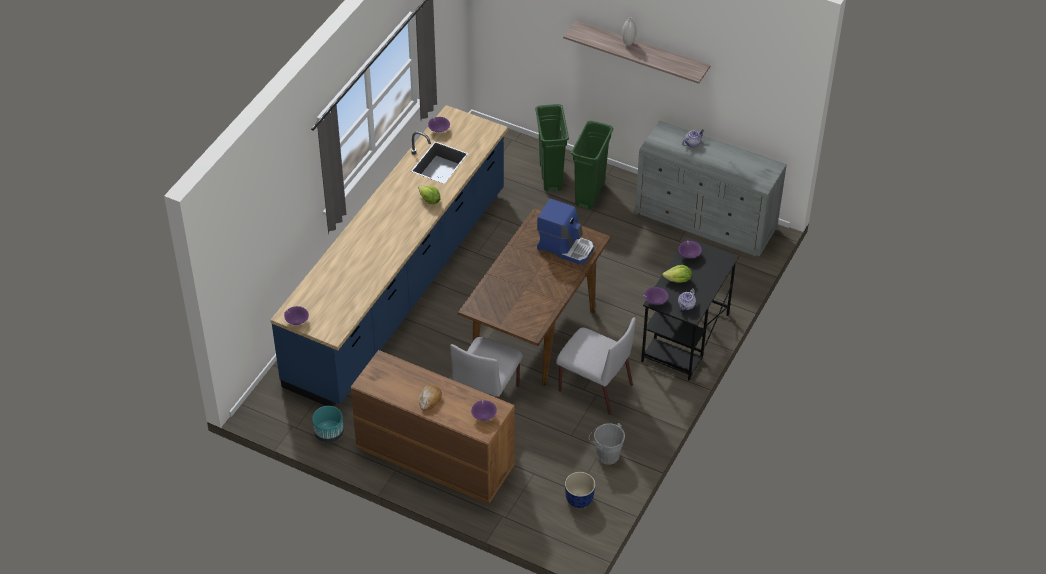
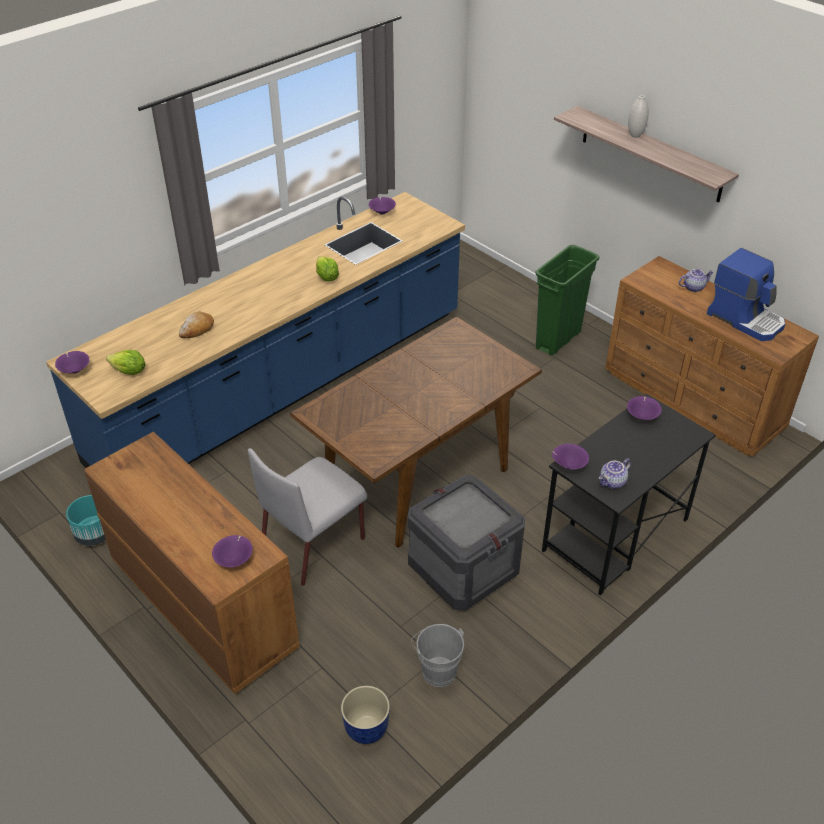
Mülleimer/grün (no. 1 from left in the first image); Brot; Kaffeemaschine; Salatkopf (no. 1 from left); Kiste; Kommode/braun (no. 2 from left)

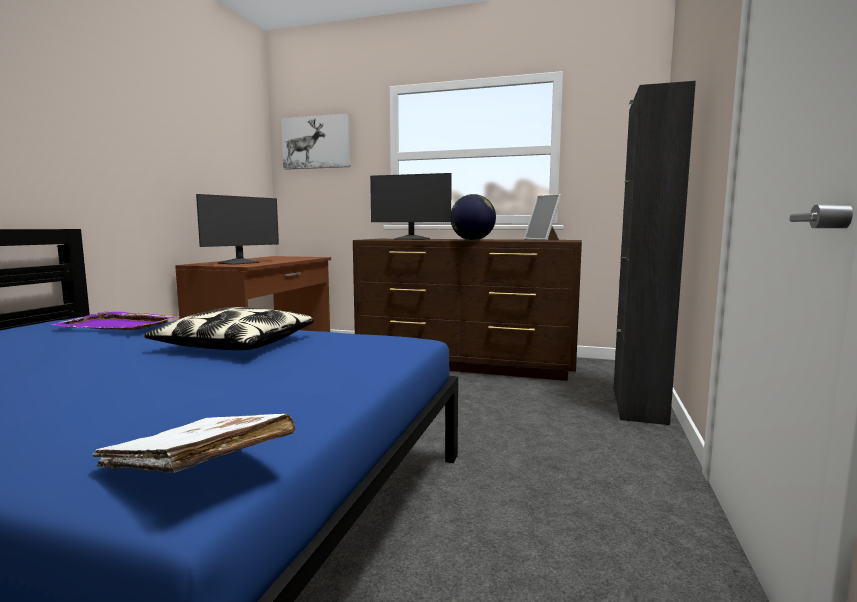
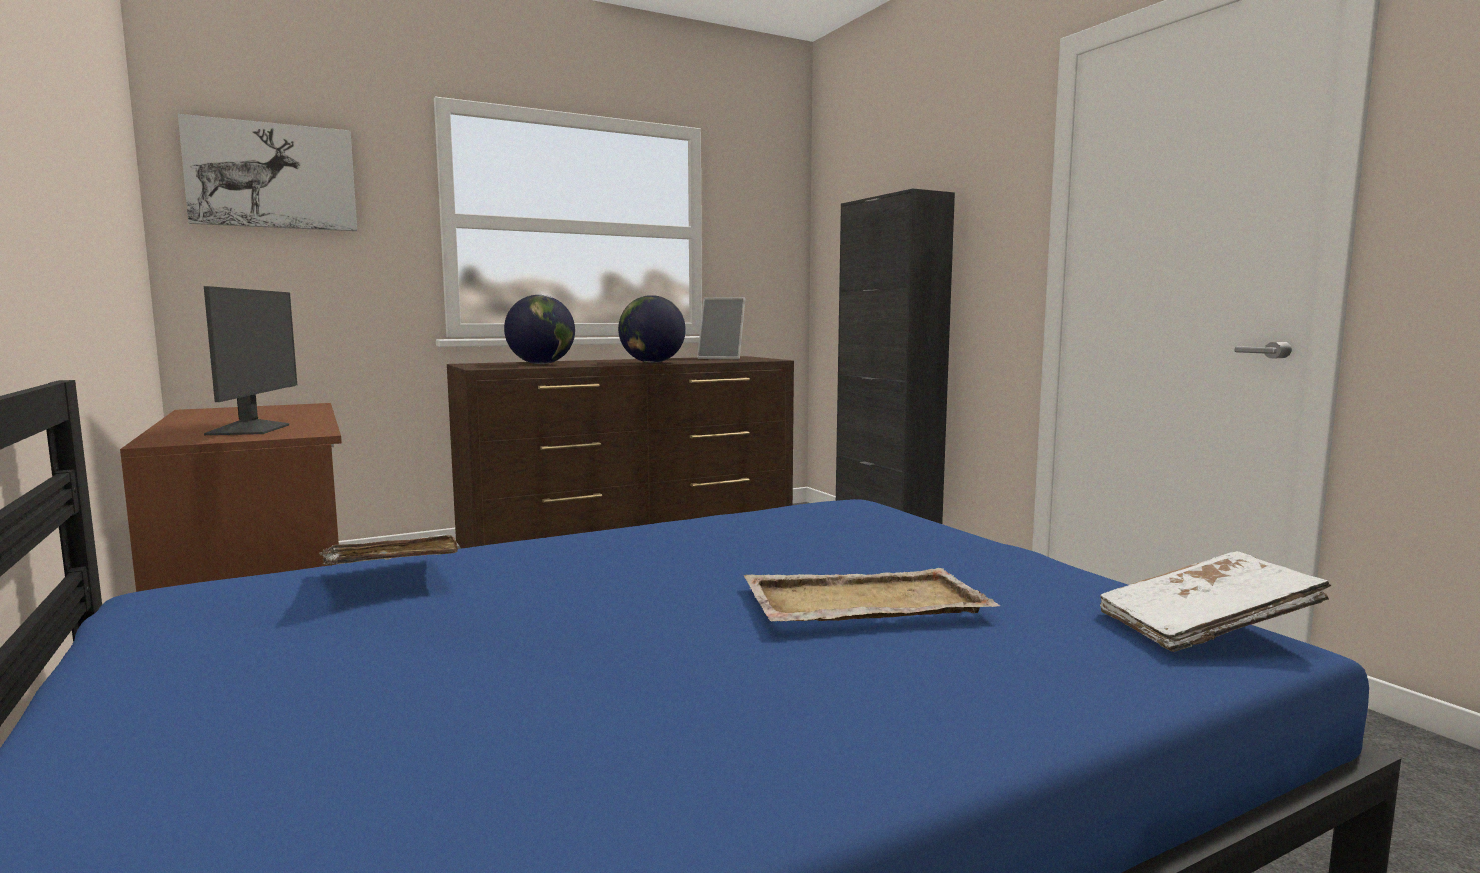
Kissen; Tablett/beige; Buch/weiß (no. 1 from left); Globus (no. 1 from left)

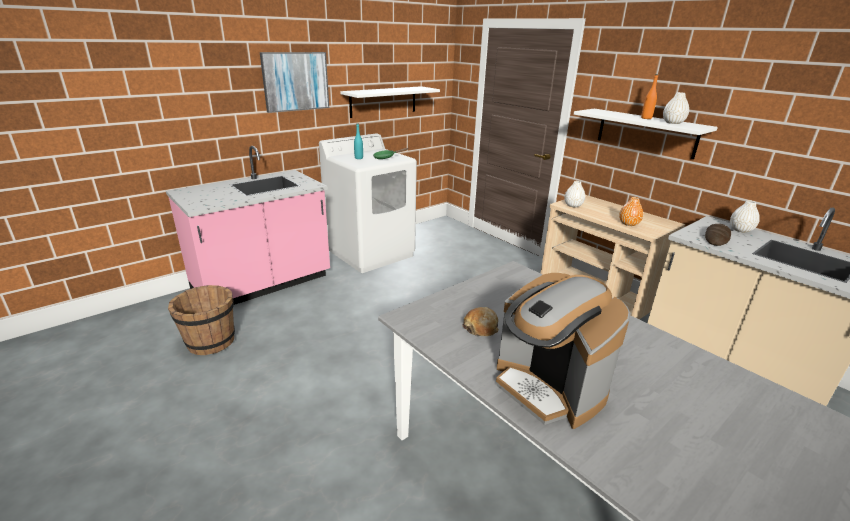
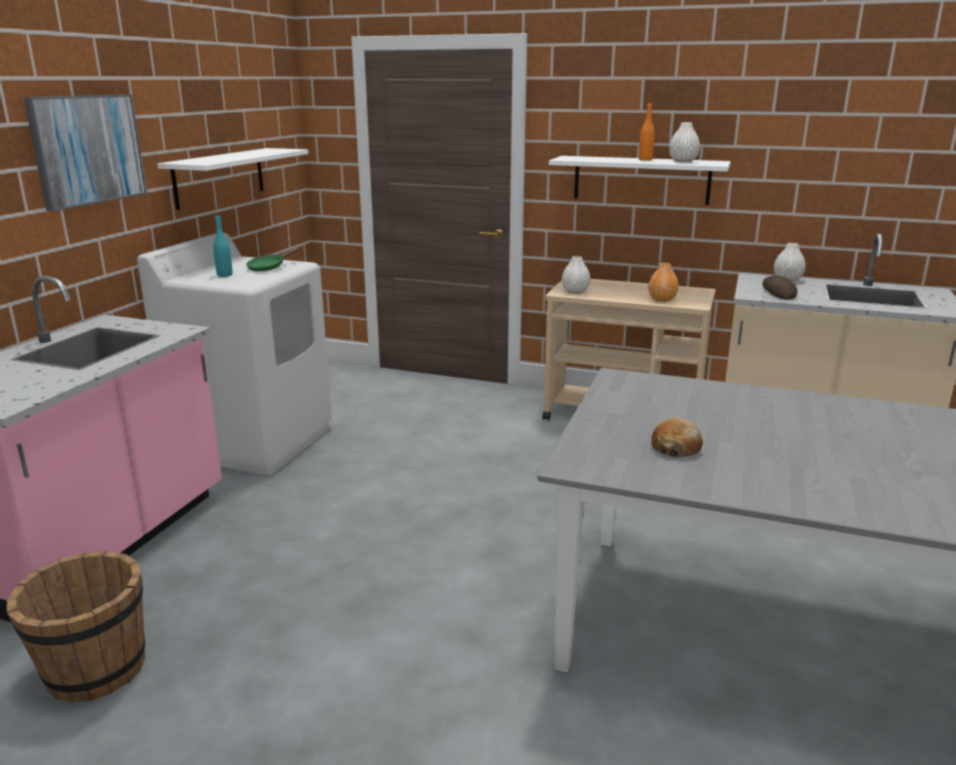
Kaffeemaschine

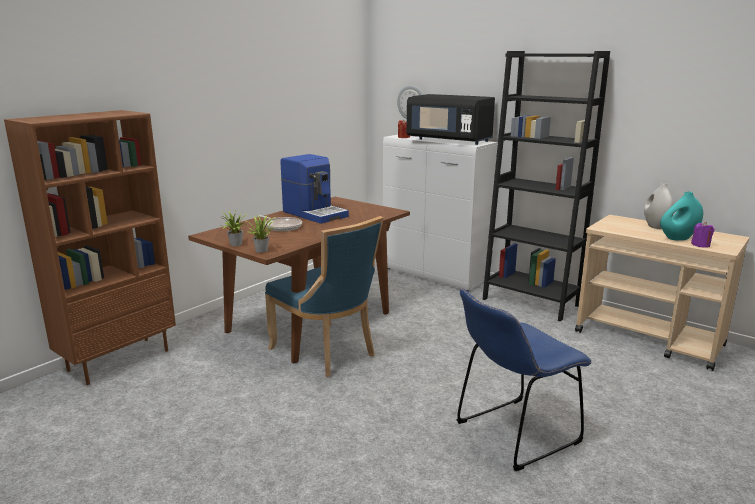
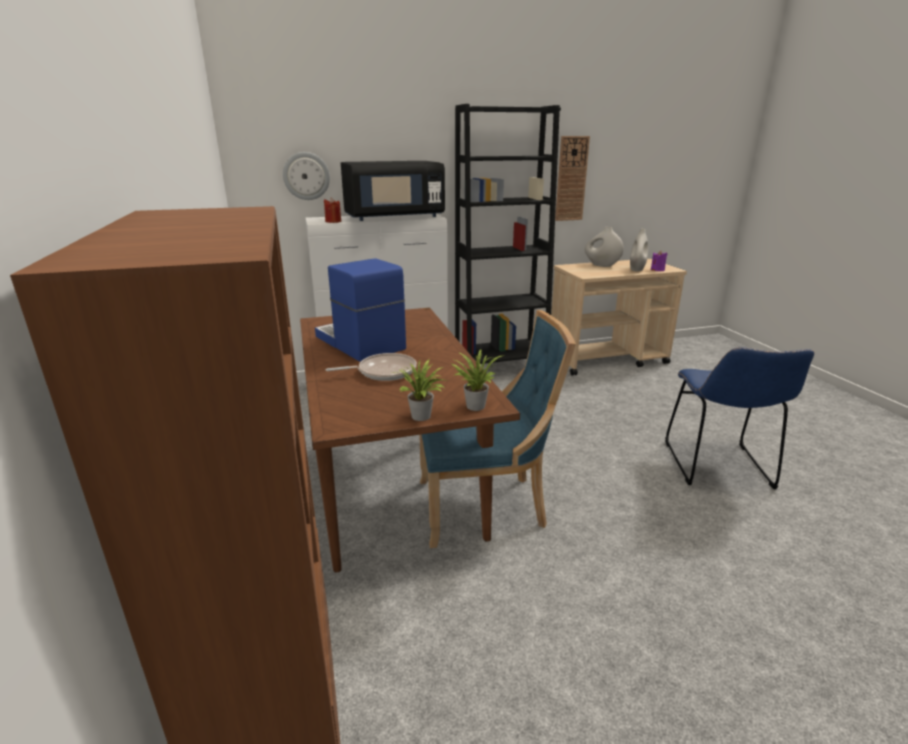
Wanduhr (no. 2 from left); Vase/weiß (no. 2 from left); Kaffeemaschine

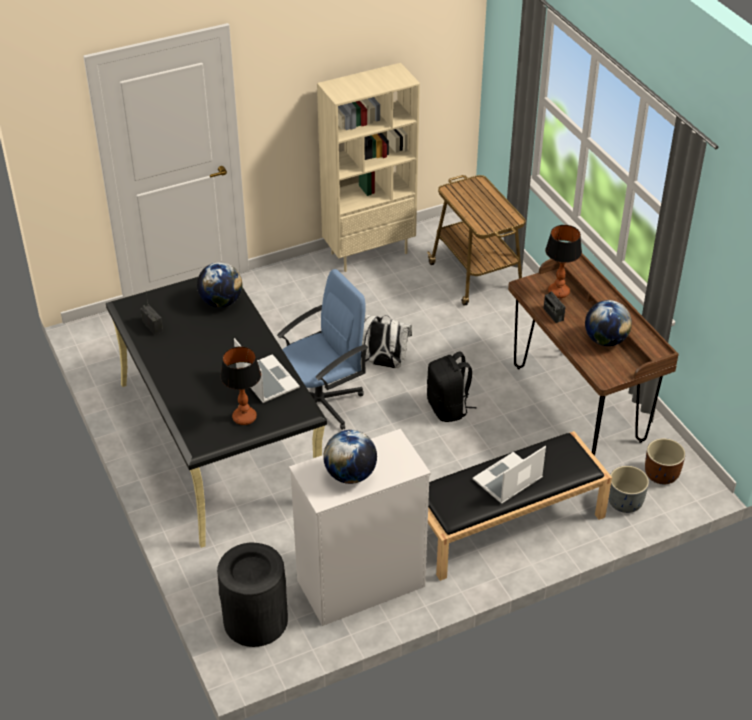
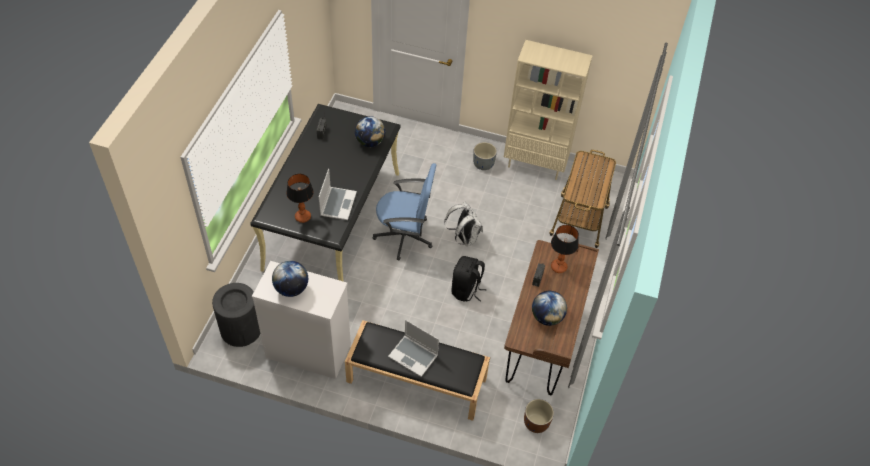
Pflanzkübel/grau; Laptop (no. 2 from left)

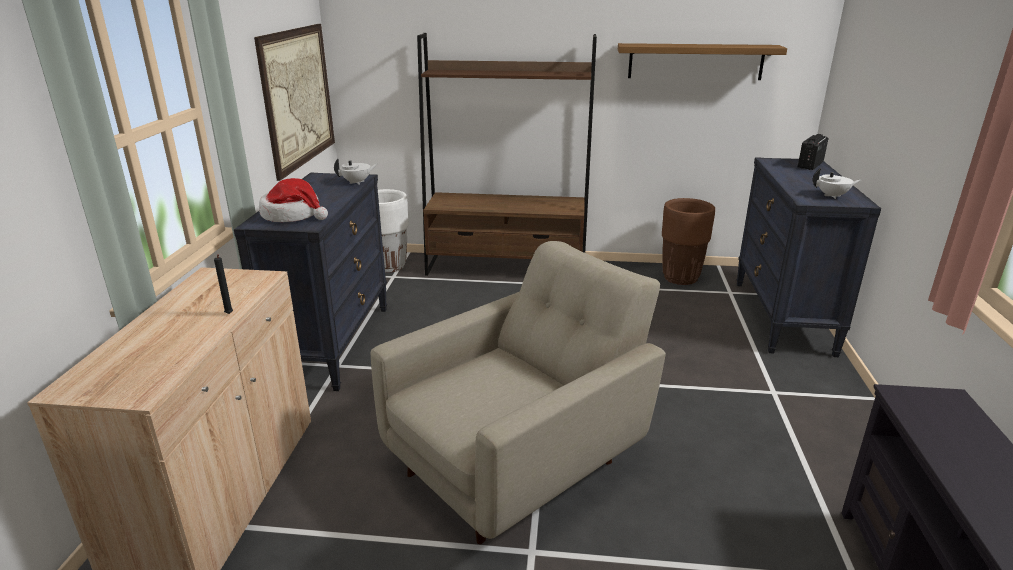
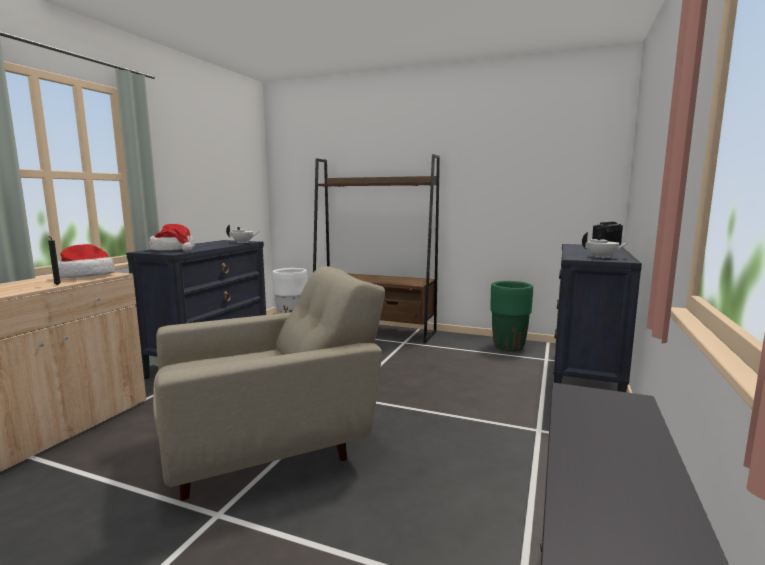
Bild; Wandregal; Hut (no. 1 from left); Pflanzkübel/grün

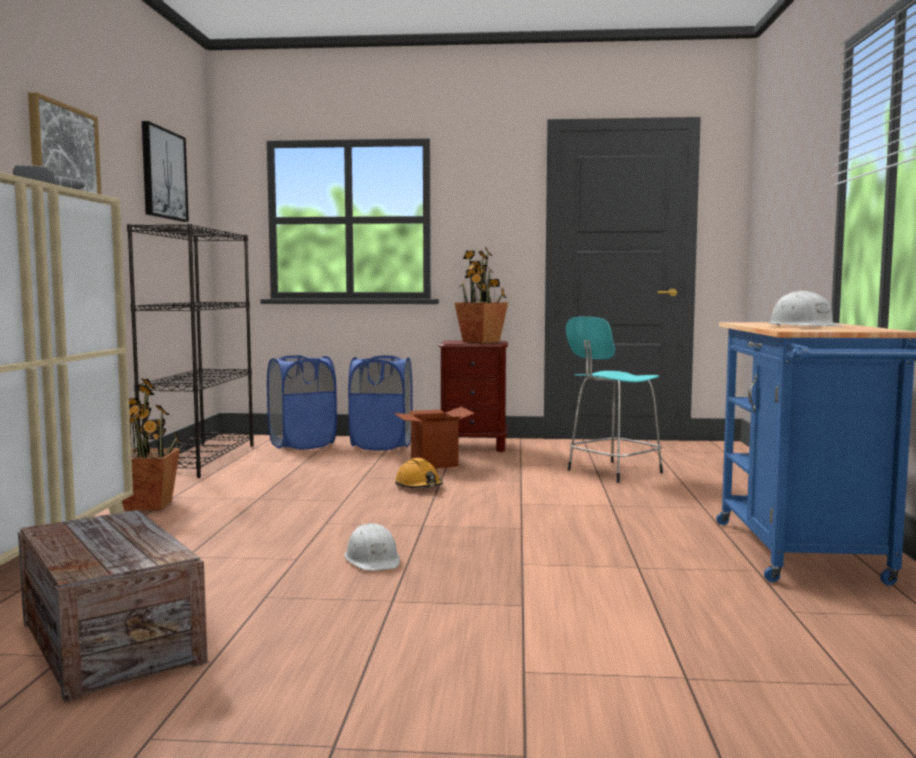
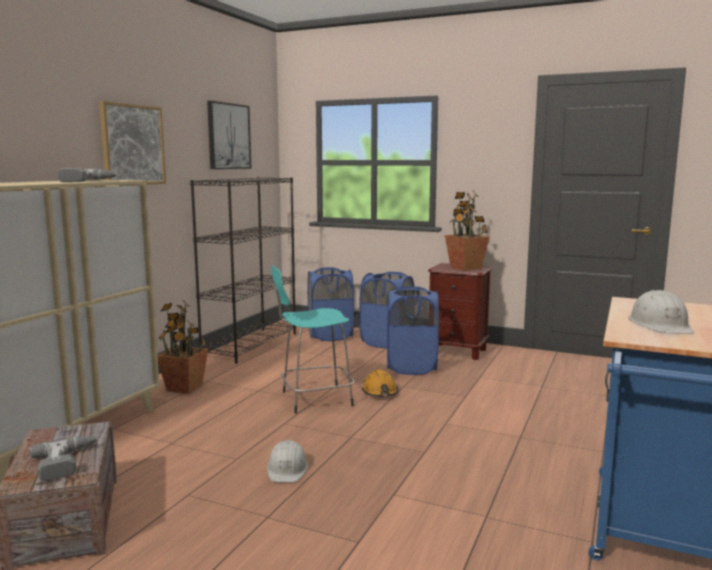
Bohrmaschine (no. 1 from left); Hocker/türkis; Wäschekorb/blau (no. 3 from left)

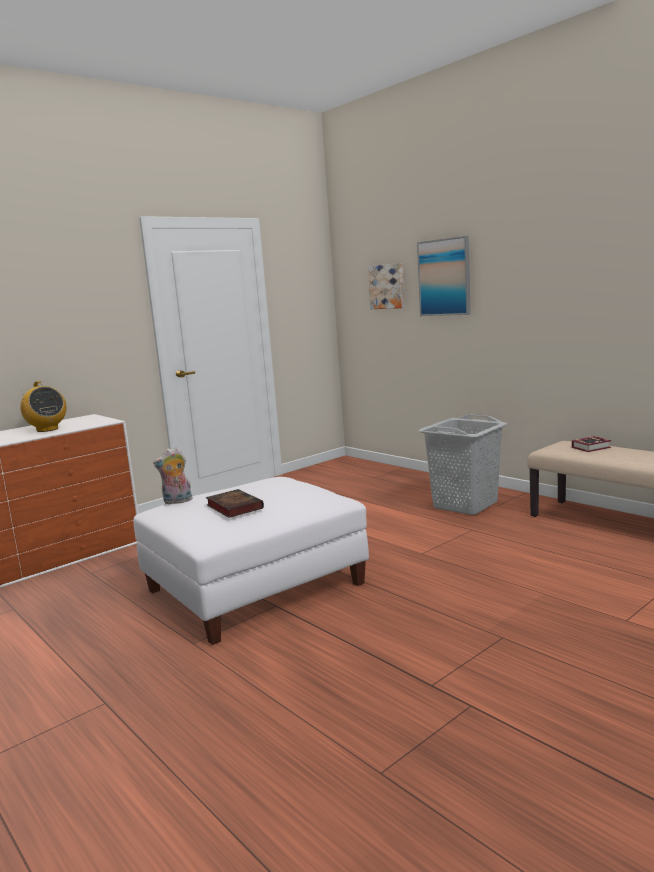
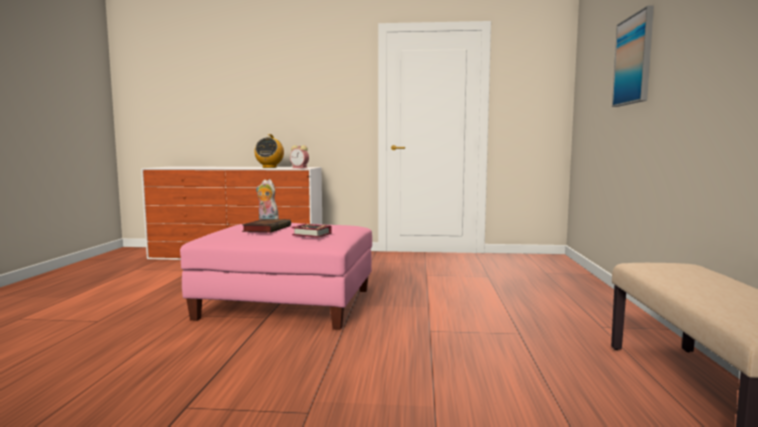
Bild (no. 1 from left in the first image); Wäschekorb/grau; Wecker; Buch (no. 2 from left); Polsterhocker/rosa

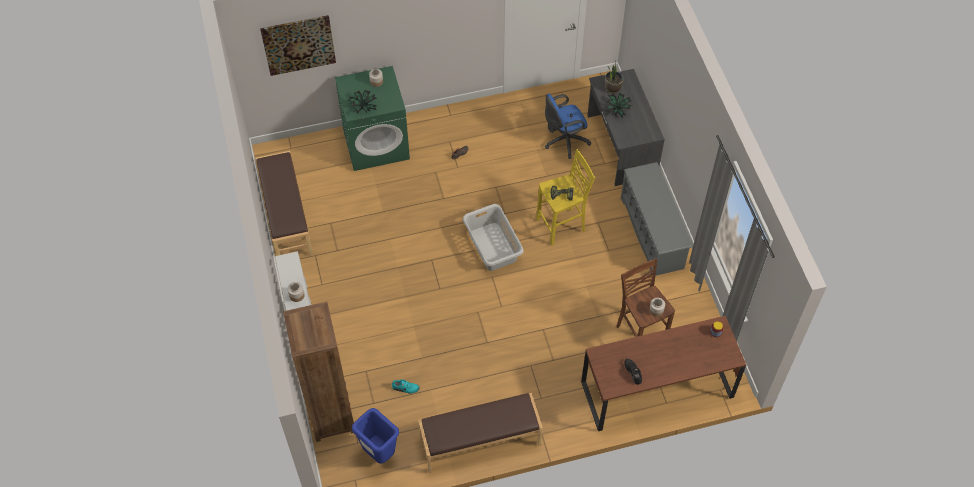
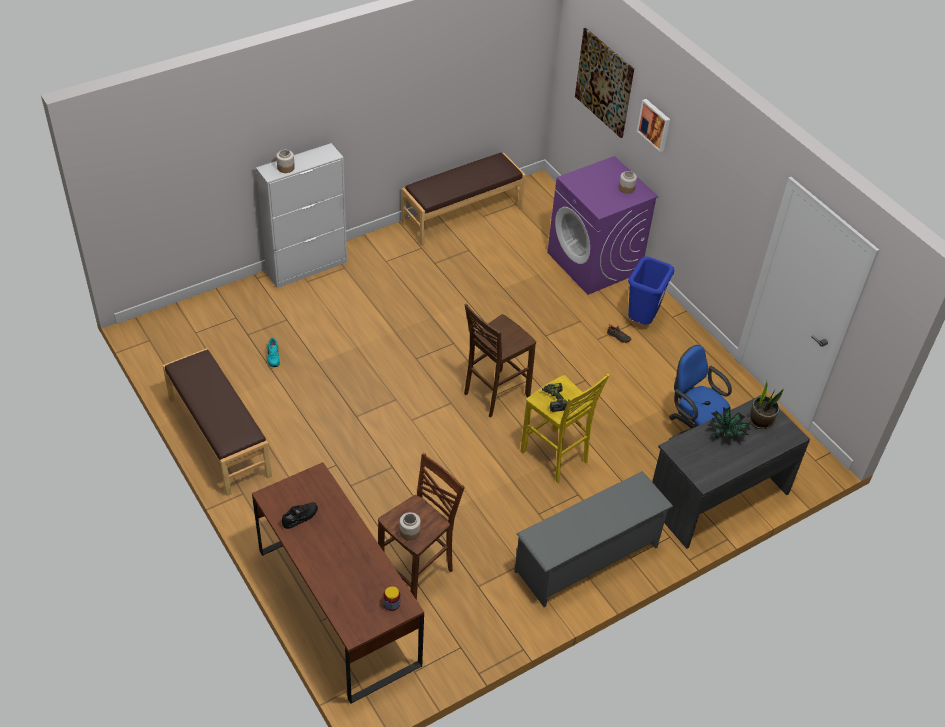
Bücherregal/braun; Topfpflanze (no. 1 from left in the first image); Bild (no. 2 from left); Mülleimer/blau; Hocker/braun (no. 2 from left); Waschmaschine/lila

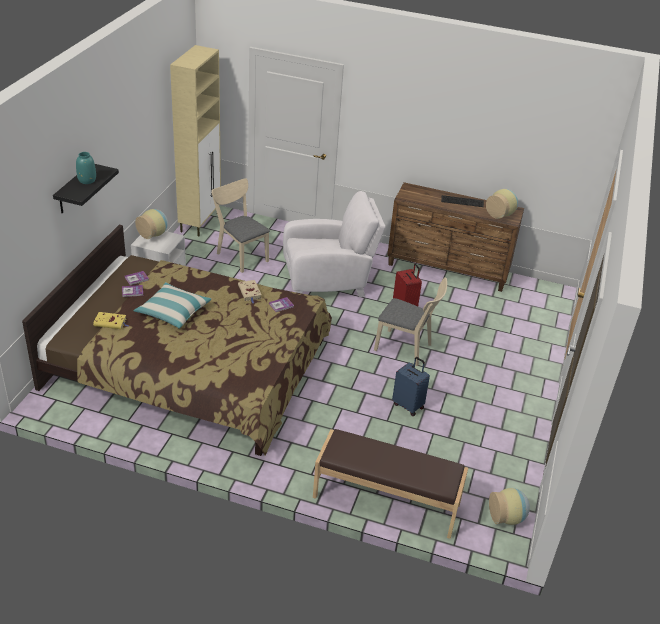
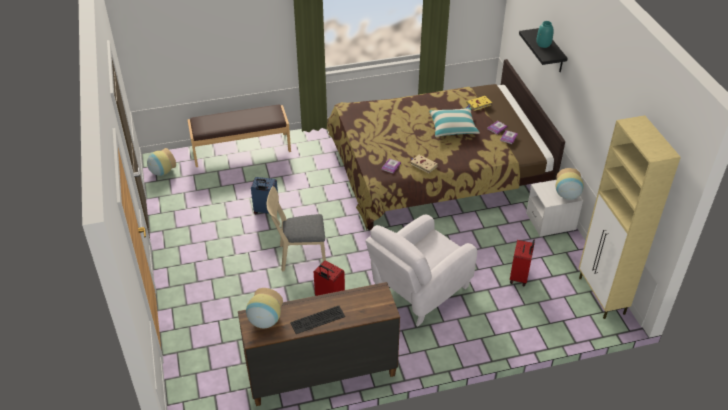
Koffer/rot (no. 2 from left)

